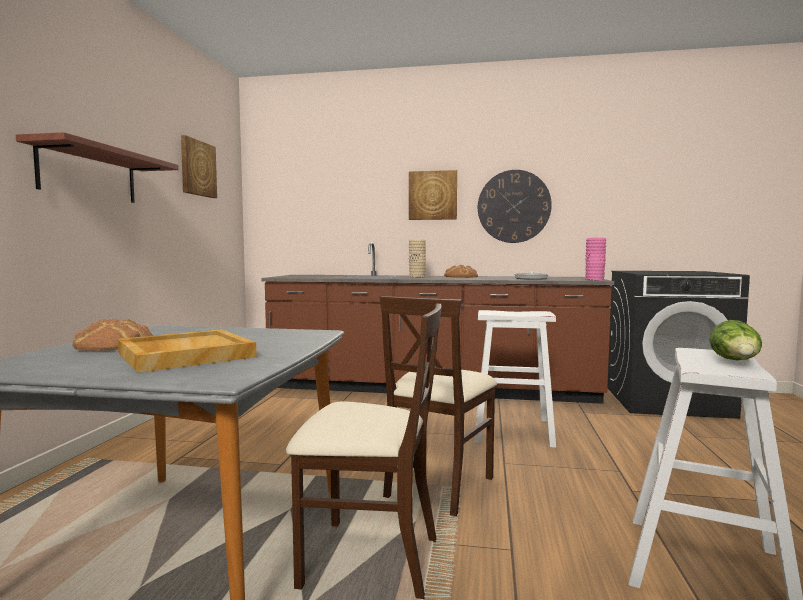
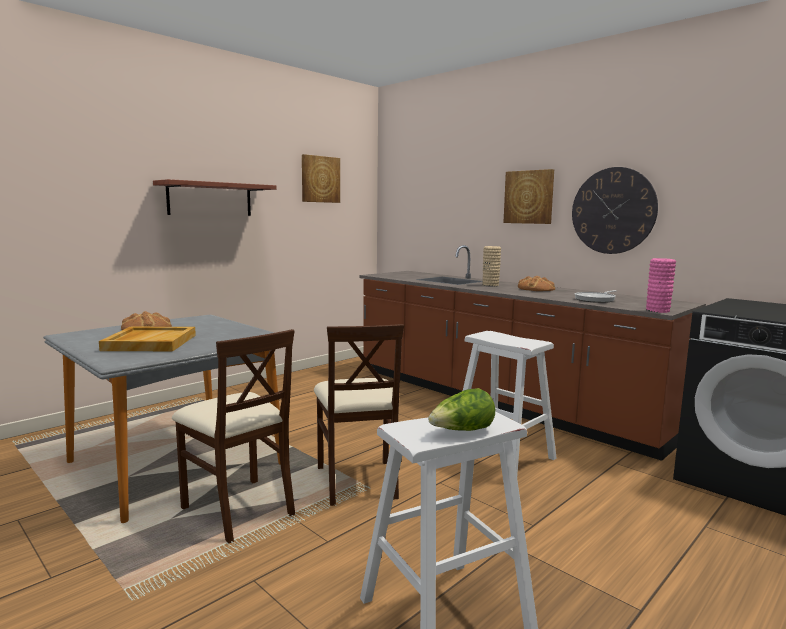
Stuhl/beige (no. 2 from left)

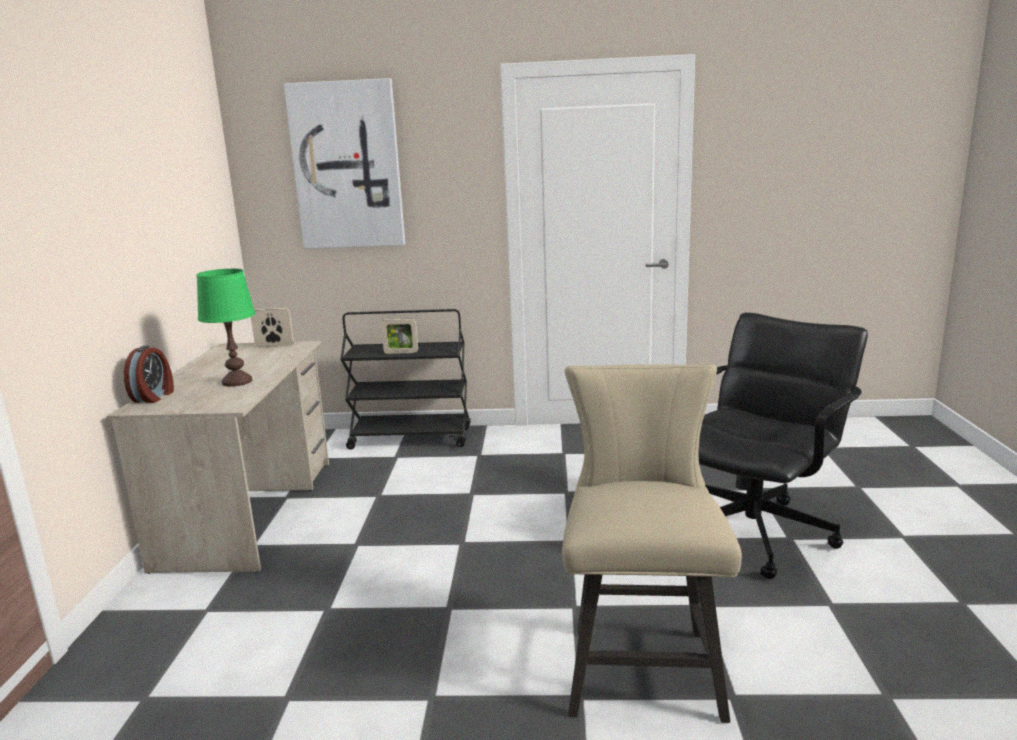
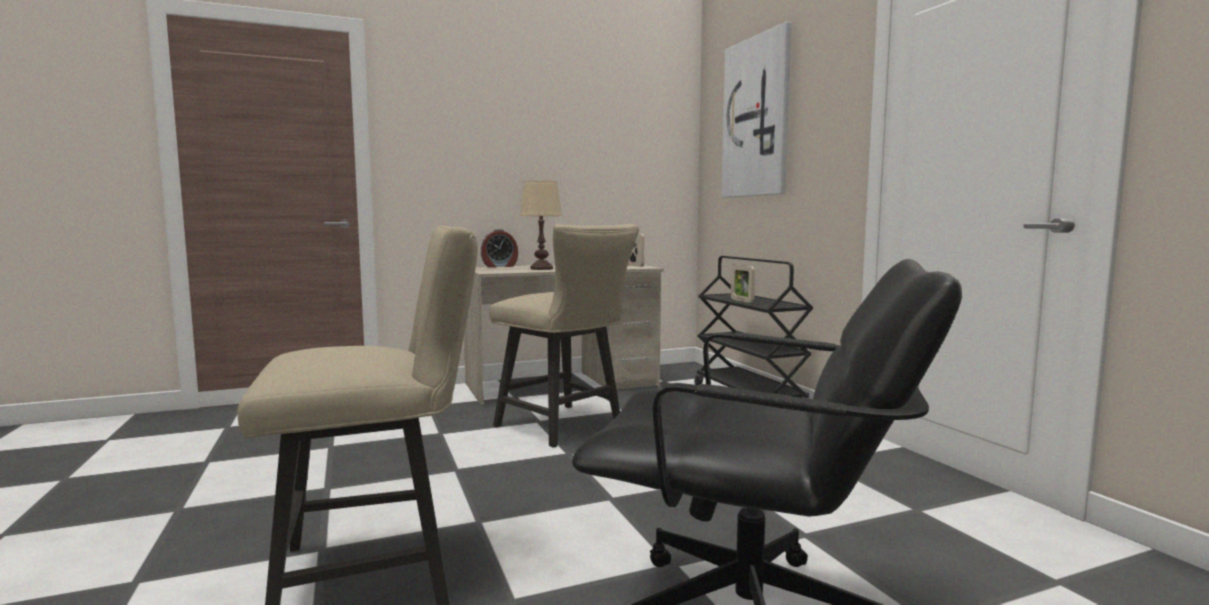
Stuhl/beige (no. 2 from left); Tischlampe/beige

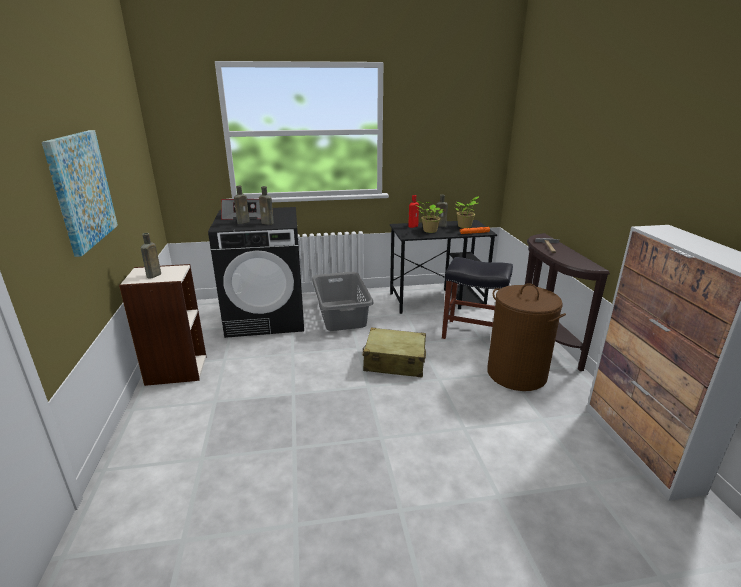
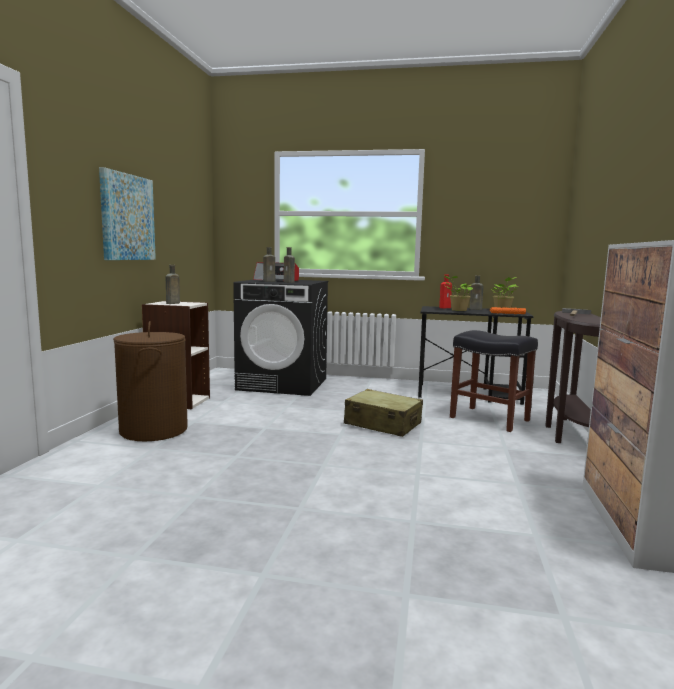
Wäschekorb/grau; Wäschekorb/braun

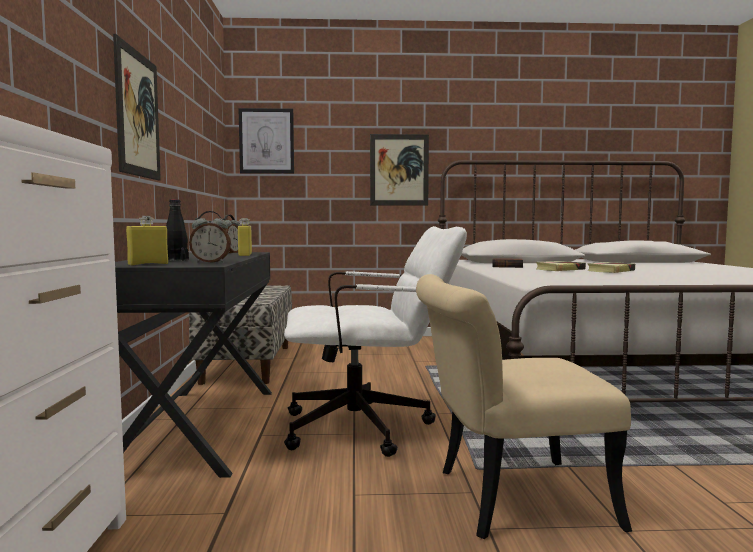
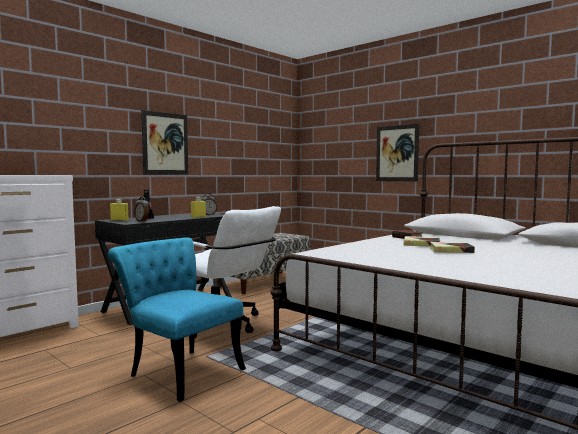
Bild (no. 2 from left in the first image); Stuhl/türkis

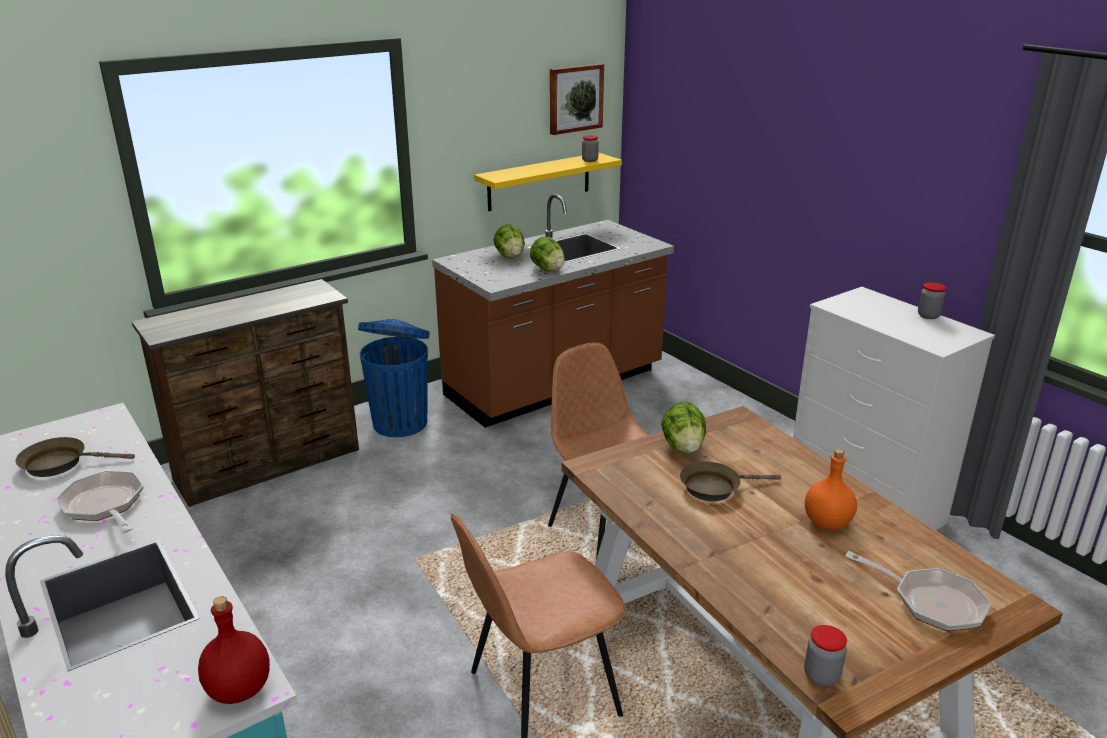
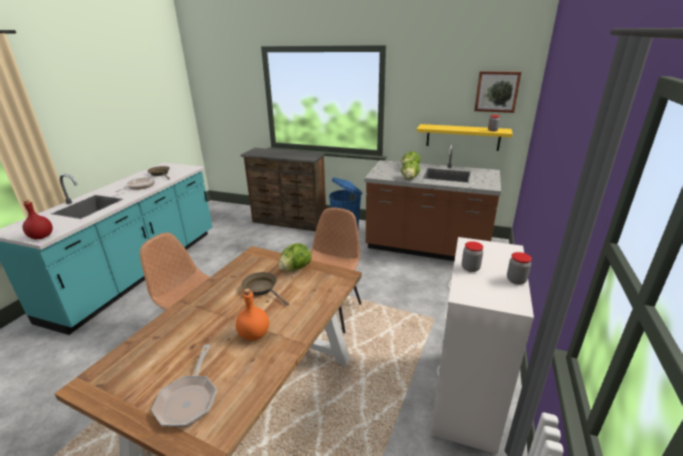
Vorratsglas (no. 1 from left)

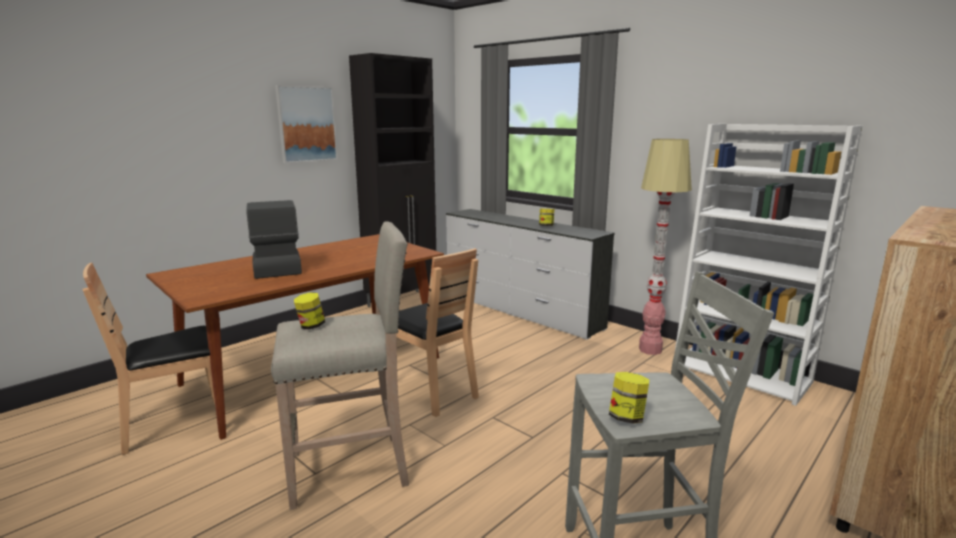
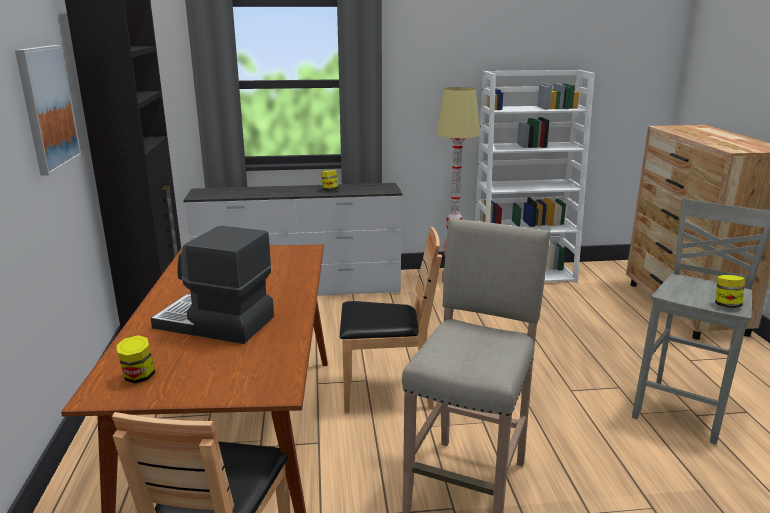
Vorratsglas (no. 1 from left)

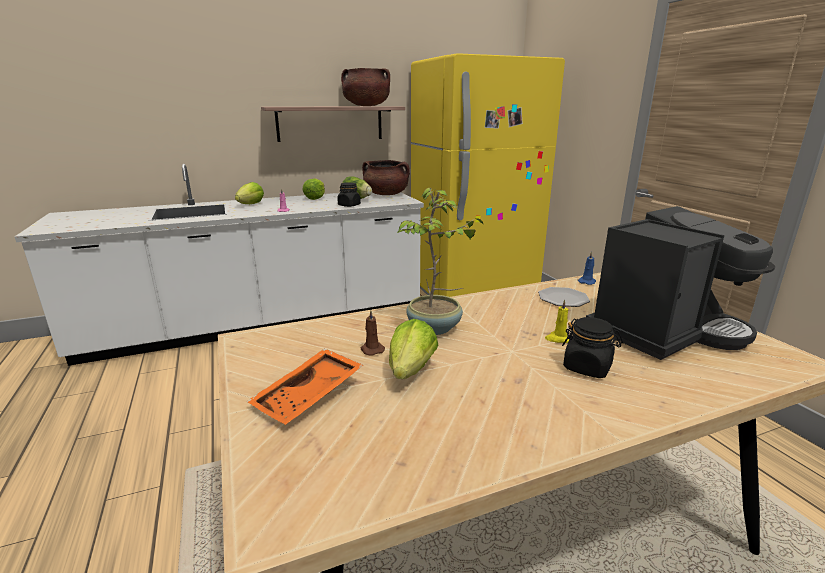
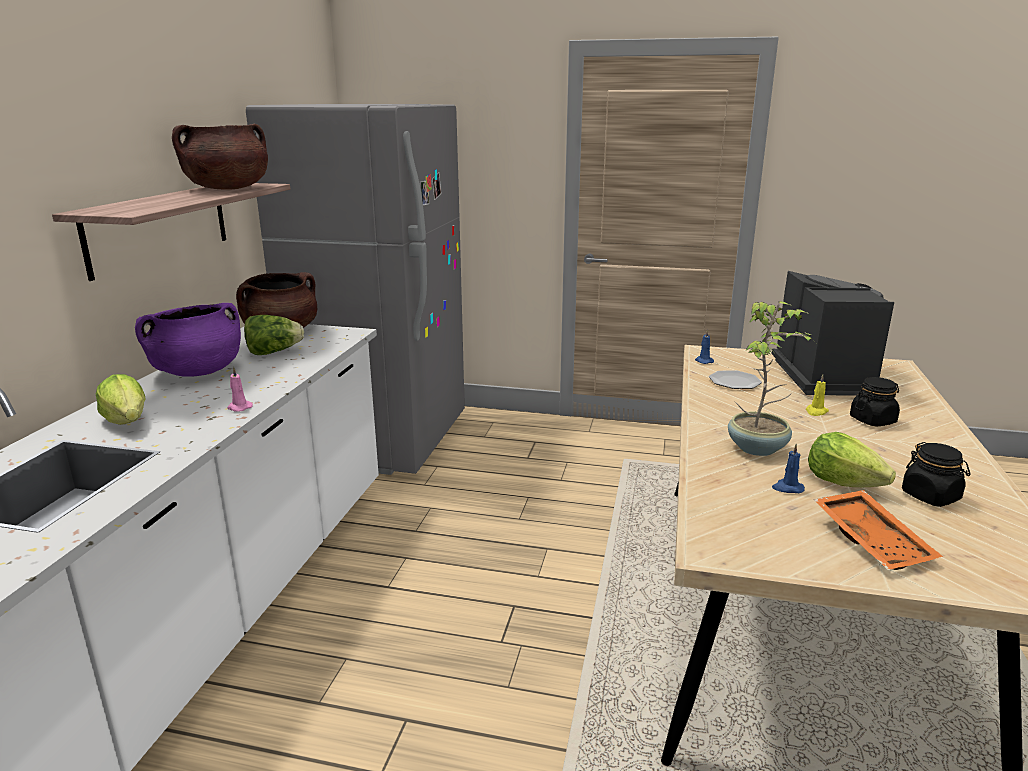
Vorratsglas/schwarz (no. 2 from left); Kochtopf/lila; Kerze/blau (no. 2 from left); Kühlschrank/grau

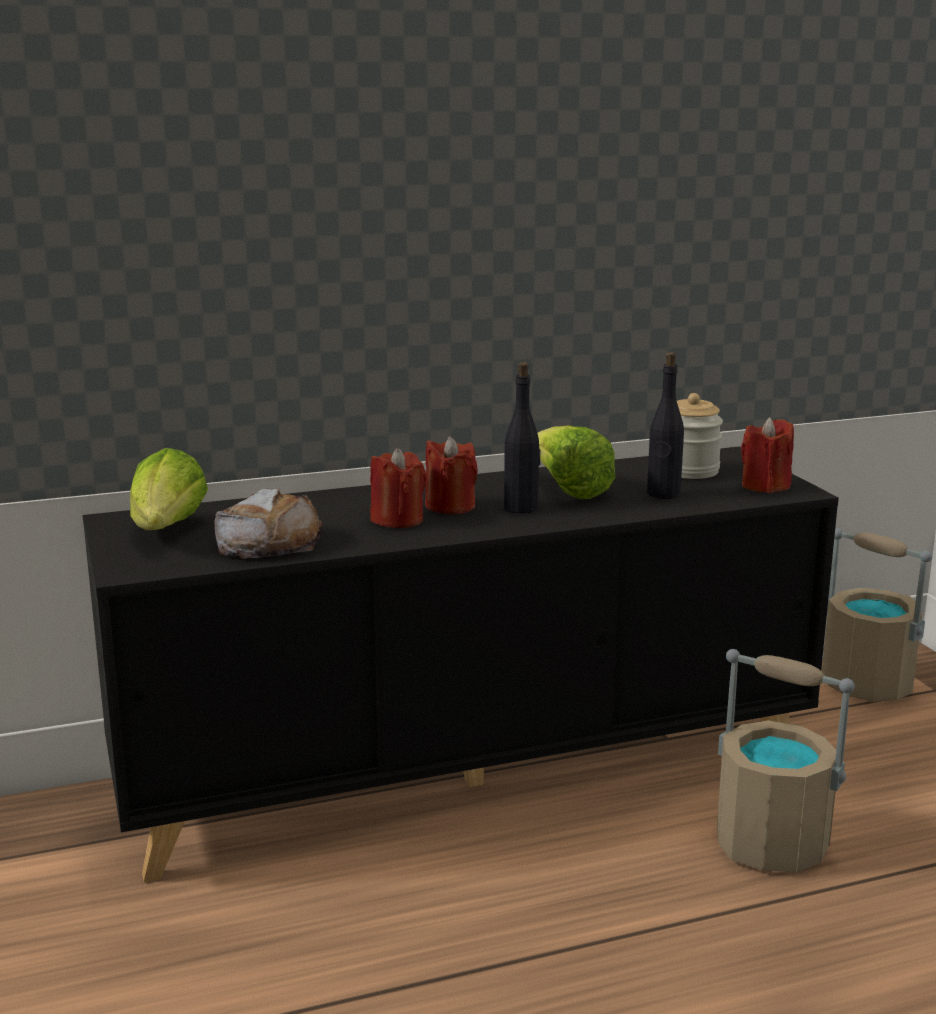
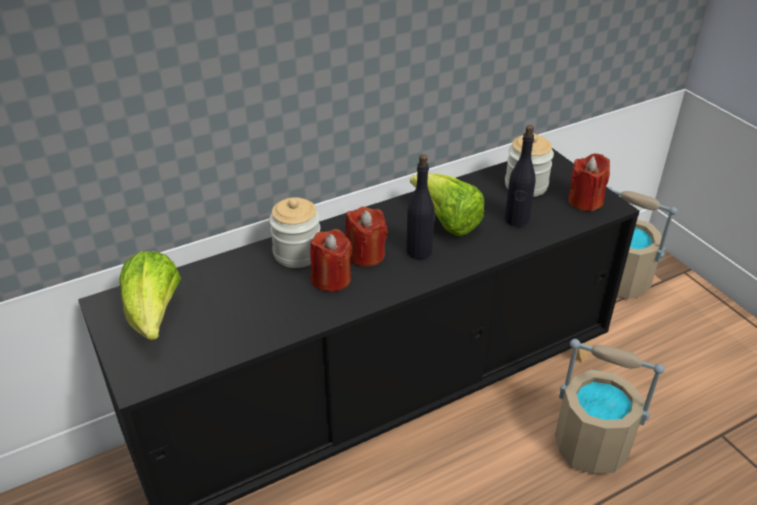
Brot; Vorratsglas (no. 1 from left)

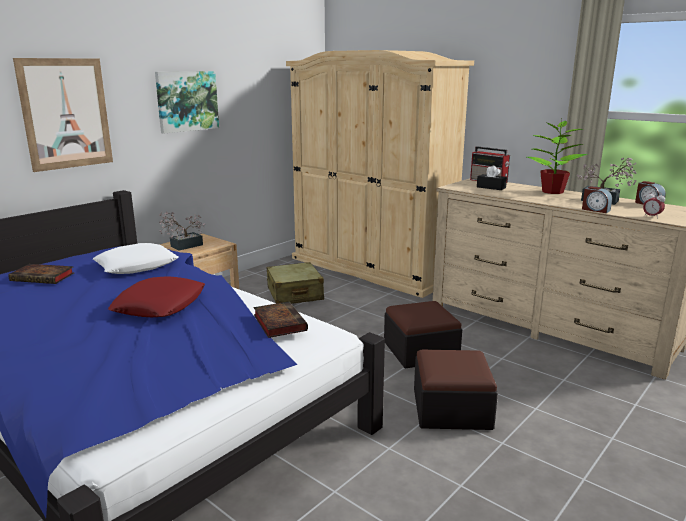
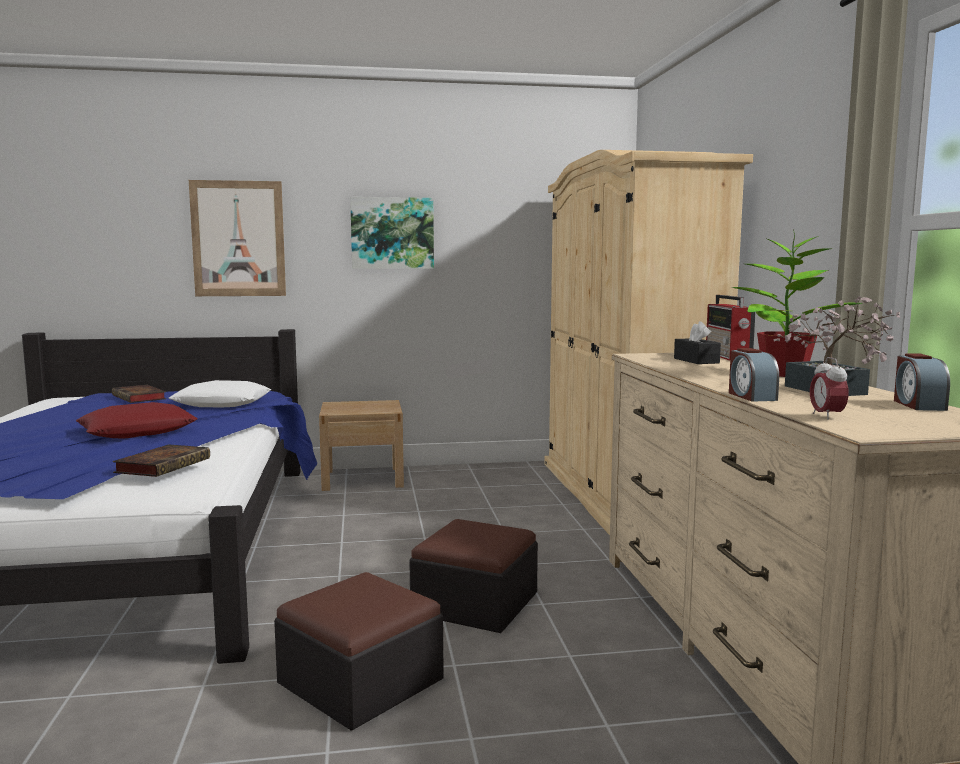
Topfpflanze (no. 1 from left in the first image); Koffer/beige

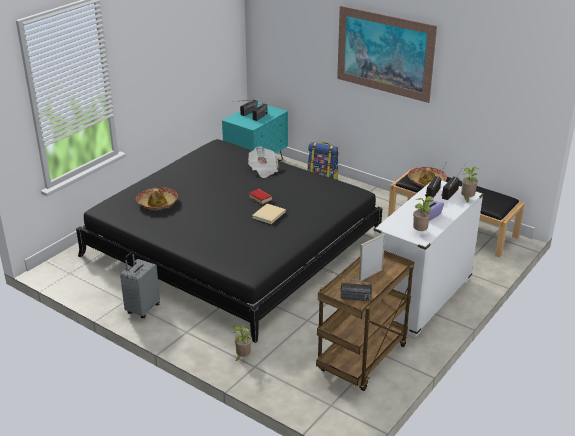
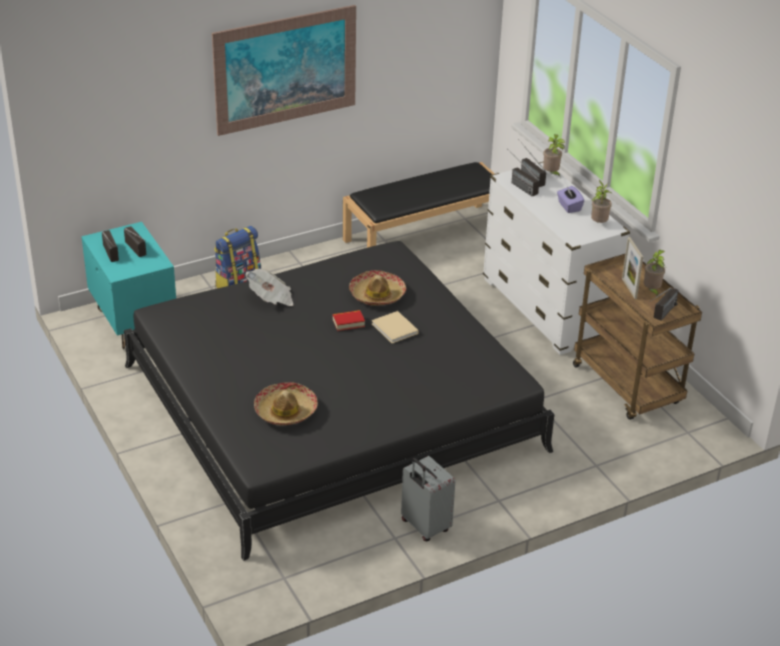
Topfpflanze (no. 3 from left); Hut (no. 2 from left)

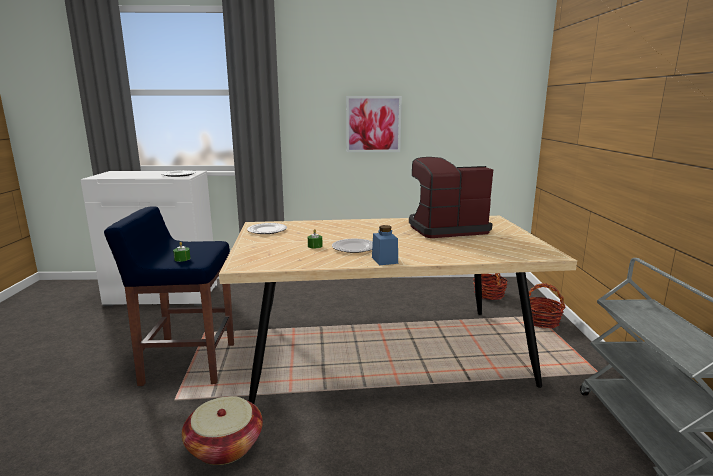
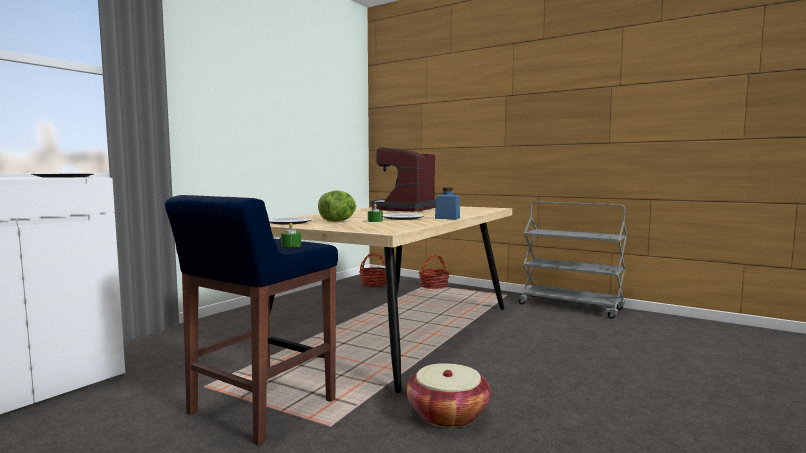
Bild; Salatkopf

